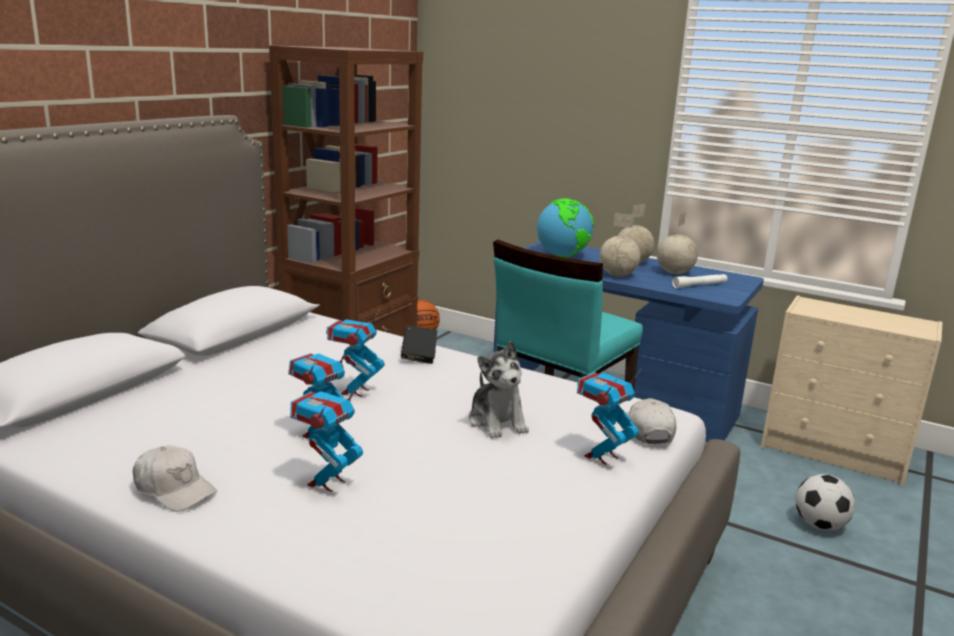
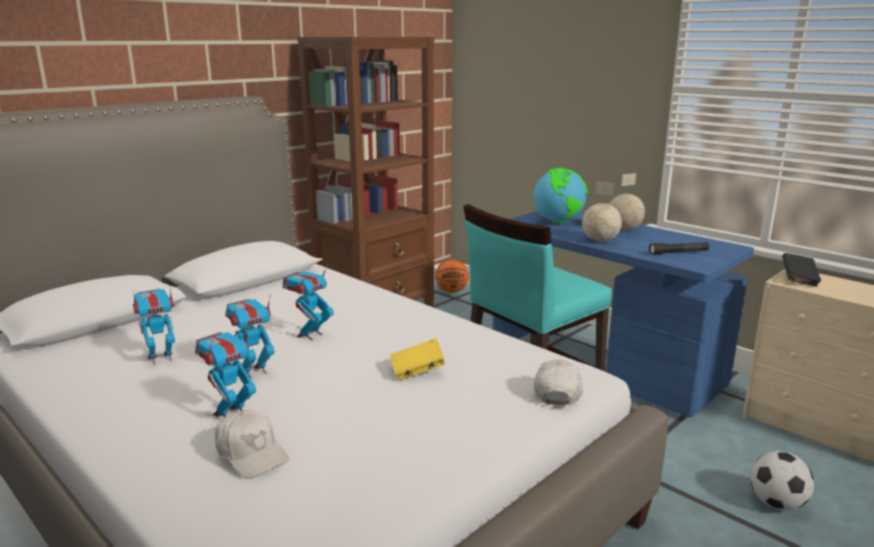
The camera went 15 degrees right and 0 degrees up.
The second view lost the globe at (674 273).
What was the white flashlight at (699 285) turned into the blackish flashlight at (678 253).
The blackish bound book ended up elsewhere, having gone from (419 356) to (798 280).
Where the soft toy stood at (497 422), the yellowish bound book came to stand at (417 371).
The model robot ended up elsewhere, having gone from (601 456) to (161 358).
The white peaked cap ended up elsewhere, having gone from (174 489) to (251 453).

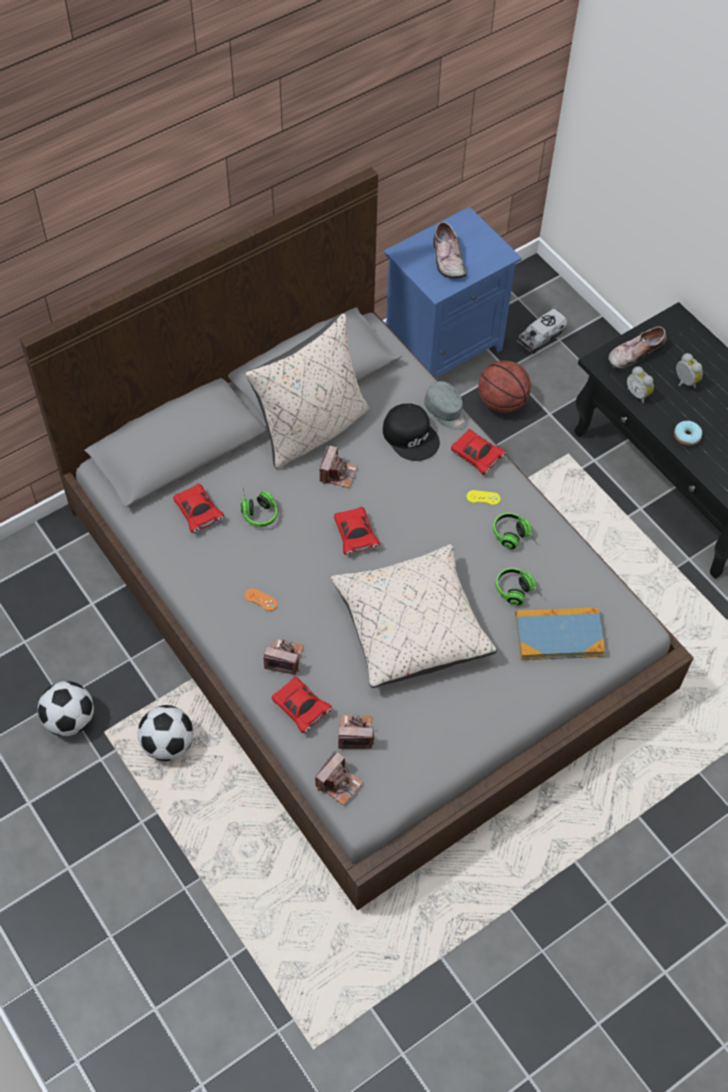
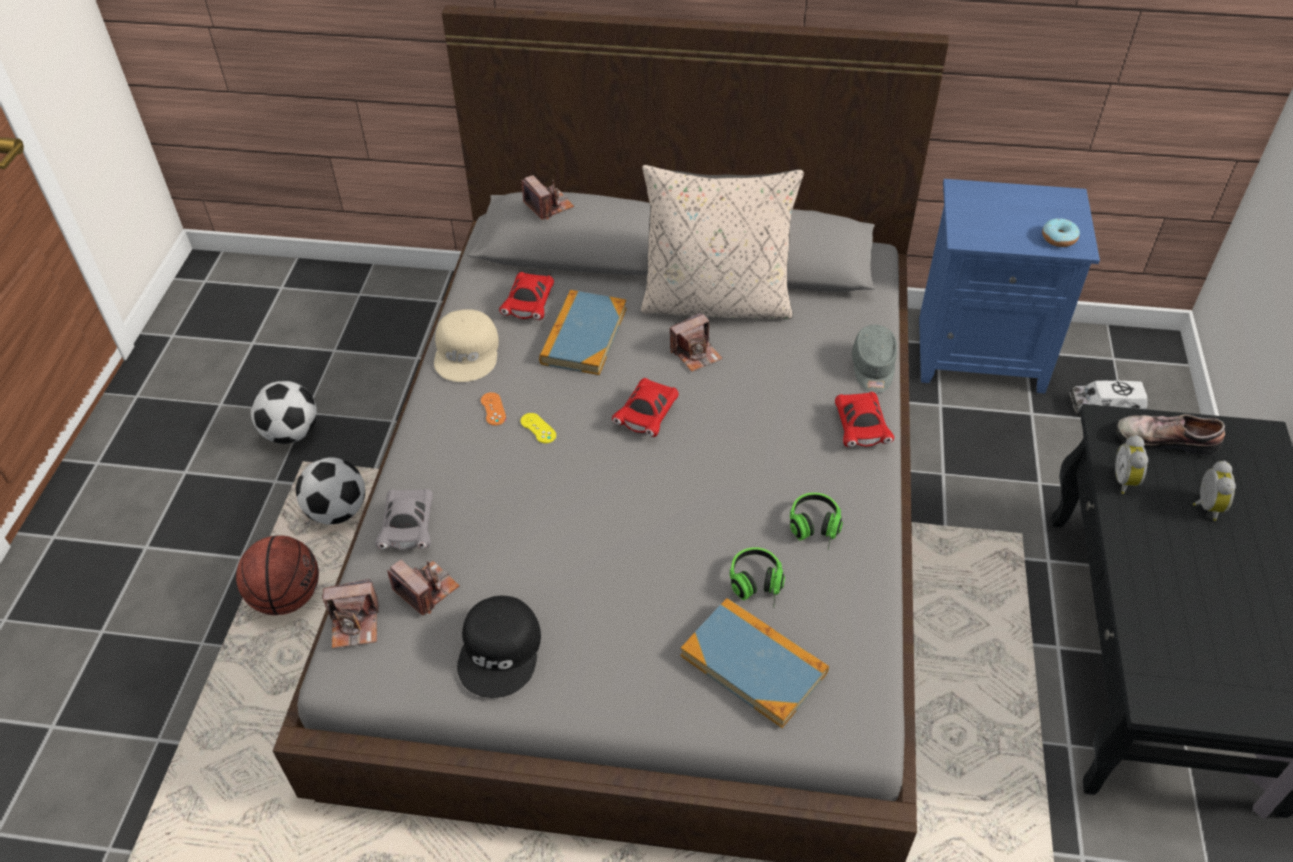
The camera went 45 degrees right and 10 degrees down.
The second view lost the shoe at (446 258).
The basketball ball ended up elsewhere, having gone from (501 402) to (287 596).
The blackish peaked cap ended up elsewhere, having gone from (411 435) to (501 651).
The ring doughnut ended up elsewhere, having gone from (687 436) to (1058 238).
Where the headset stood at (258 510), the bound book came to stand at (583 336).
The yellowish game controller ended up elsewhere, having gone from (483 498) to (538 428).
The second view lost the beige-coloured pillow at (411 627).
The photo camera ended up elsewhere, having gone from (284 658) to (548 206).
What was the reddish toy car at (301 708) turned into the greyish toy car at (408 527).
The second view gained the beige-coloured peaked cap at (468 352).

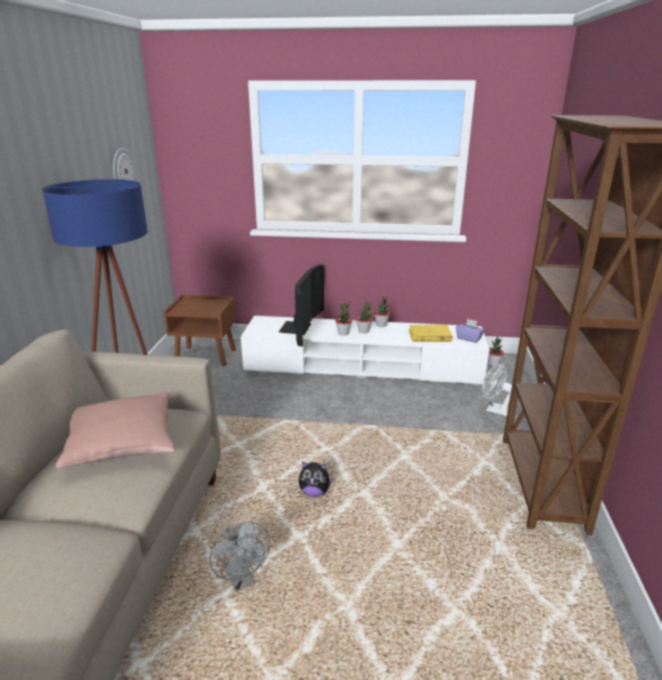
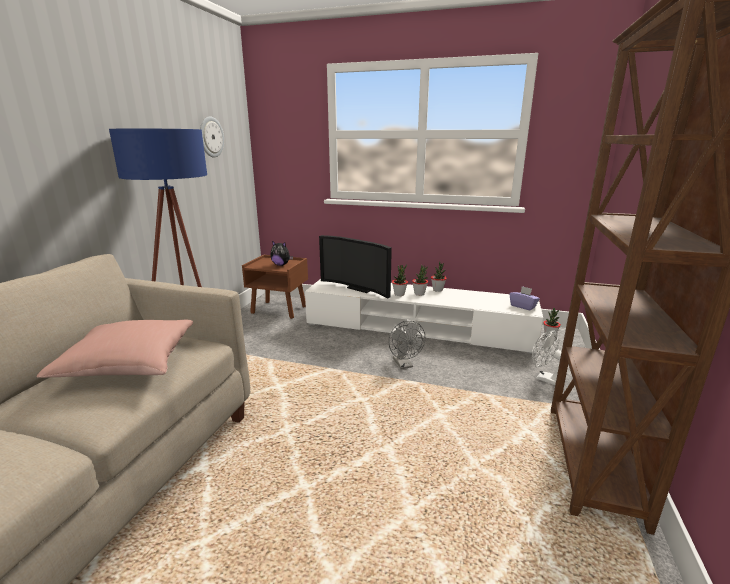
The camera went 10 degrees right and 5 degrees down.
The television at (300 328) ended up facing another way, 105 degrees clockwise from before.
The second view lost the yellowish bound book at (429 336).
The soft toy ended up elsewhere, having gone from (314 492) to (281 265).
The greyish cooling fan ended up elsewhere, having gone from (242 580) to (404 365).

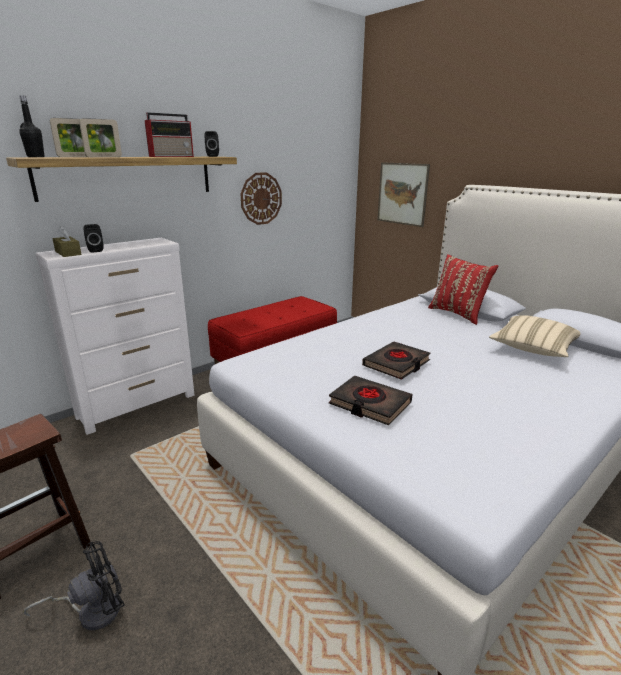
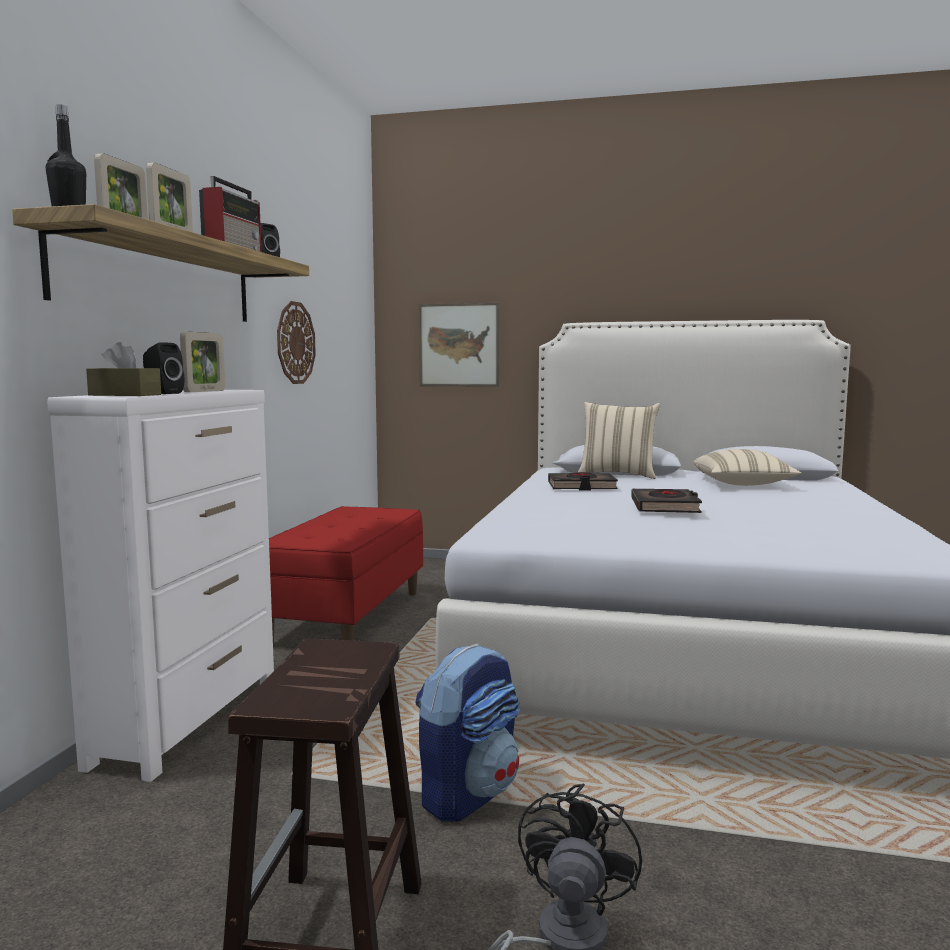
The camera went 35 degrees left and 15 degrees down.
What was the reddish pillow at (458 314) turned into the beige-coloured pillow at (617 475).
The blackish bound book ended up elsewhere, having gone from (369 404) to (581 487).
The second view gained the photo frame at (204 391).
The second view gained the rucksack at (468 794).

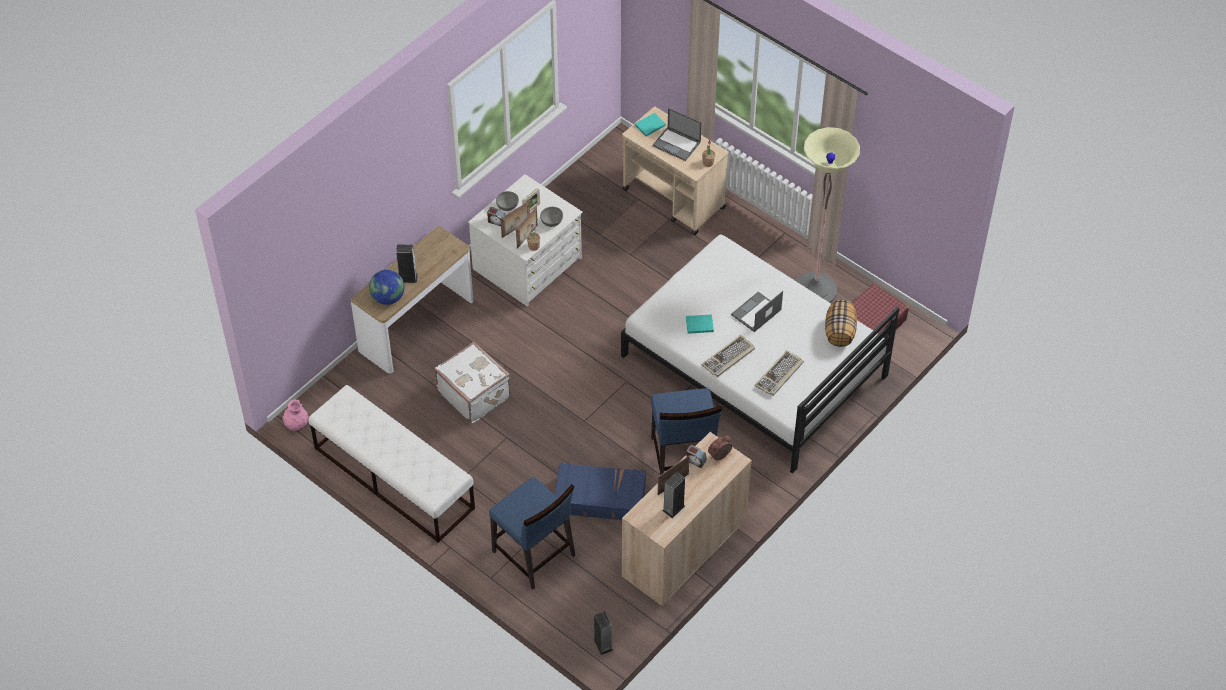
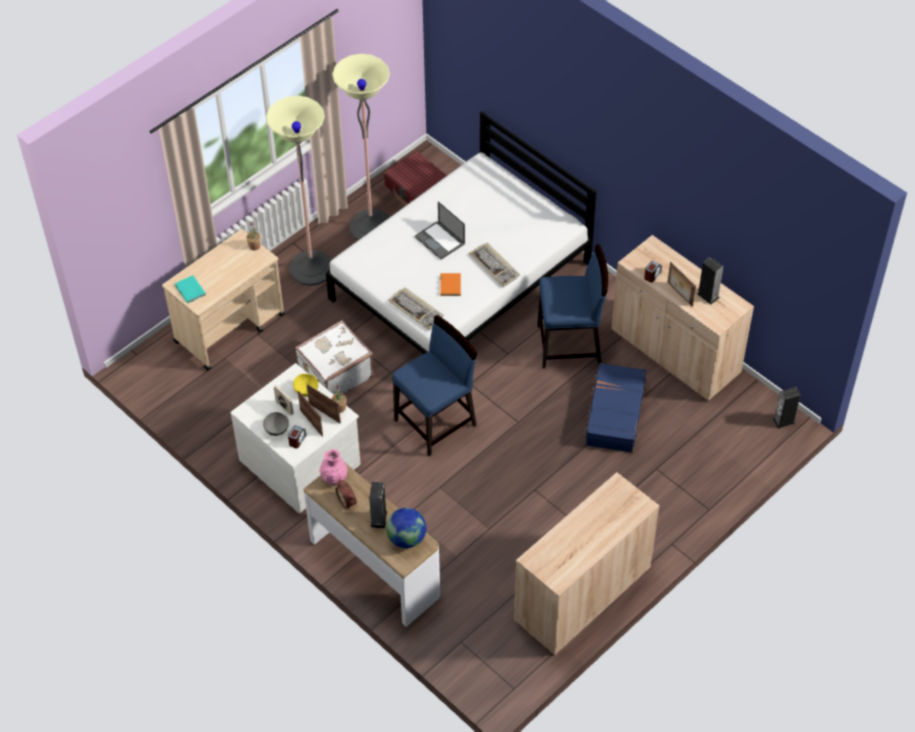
The camera went 85 degrees left and 0 degrees up.
The second view lost the portable computer at (677 144).
What was the greyish bowl at (552 222) turned into the yellowish bowl at (306 390).
The second view lost the pillow at (840 332).
What was the turquoise bound book at (698 324) turned into the orangey bound book at (450 286).
The white piece of luggage ended up elsewhere, having gone from (474 394) to (334 374).
The computer keyboard ended up elsewhere, having gone from (779 375) to (417 310).
Where the white indoor bench stood at (393 478), the beige-coloured storage cabinet came to stand at (582 594).
The pink-coloured vase ended up elsewhere, having gone from (297 425) to (334 478).
The table clock ended up elsewhere, having gone from (720 456) to (348 501).
The bluish chair ended up elsewhere, having gone from (533 554) to (436 422).
The second view gained the floor lamp at (311 268).

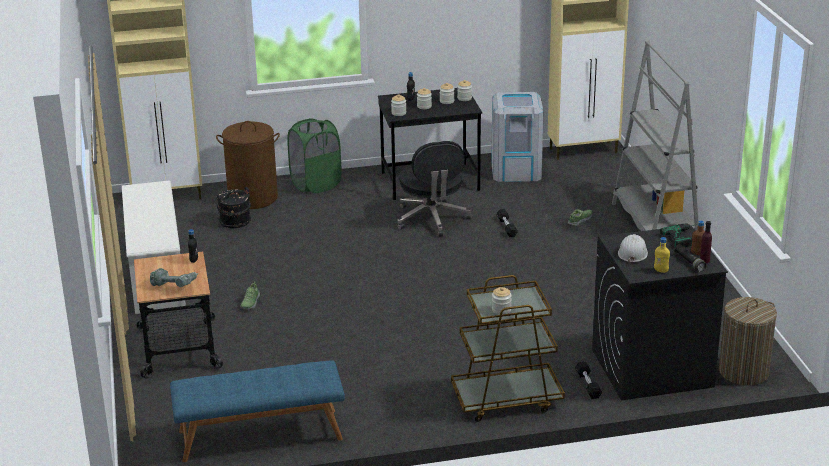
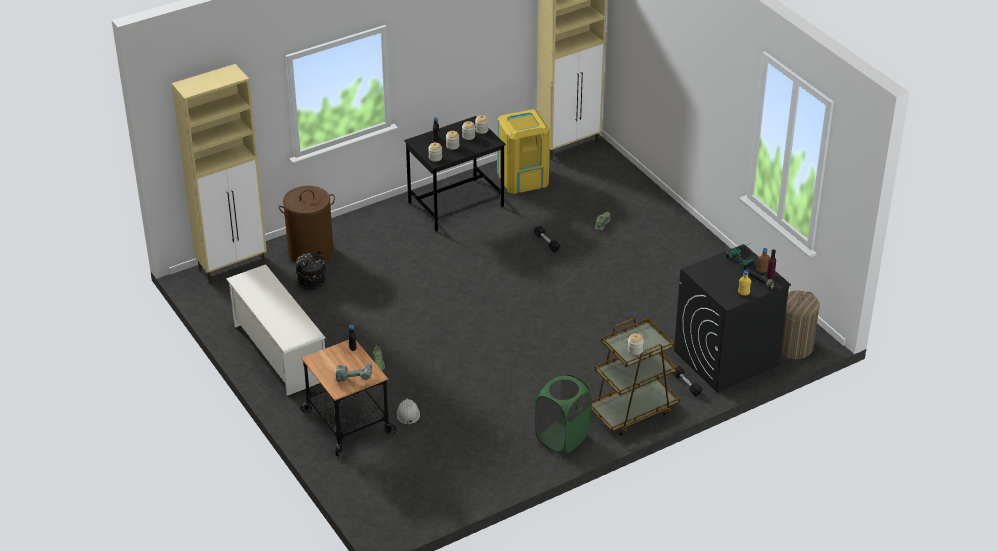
The camera went 20 degrees left and 10 degrees up.
The second view lost the greyish bookcase at (654 225).
What was the greyish waste bin at (516 170) turned into the yellowish waste bin at (522 178).
The green-coloured laundry basket ended up elsewhere, having gone from (316 184) to (562 438).
The second view lost the blackish office chair at (432 219).
The white hard hat ended up elsewhere, having gone from (632 253) to (408 413).
The second view lost the bluish indoor bench at (260 436).

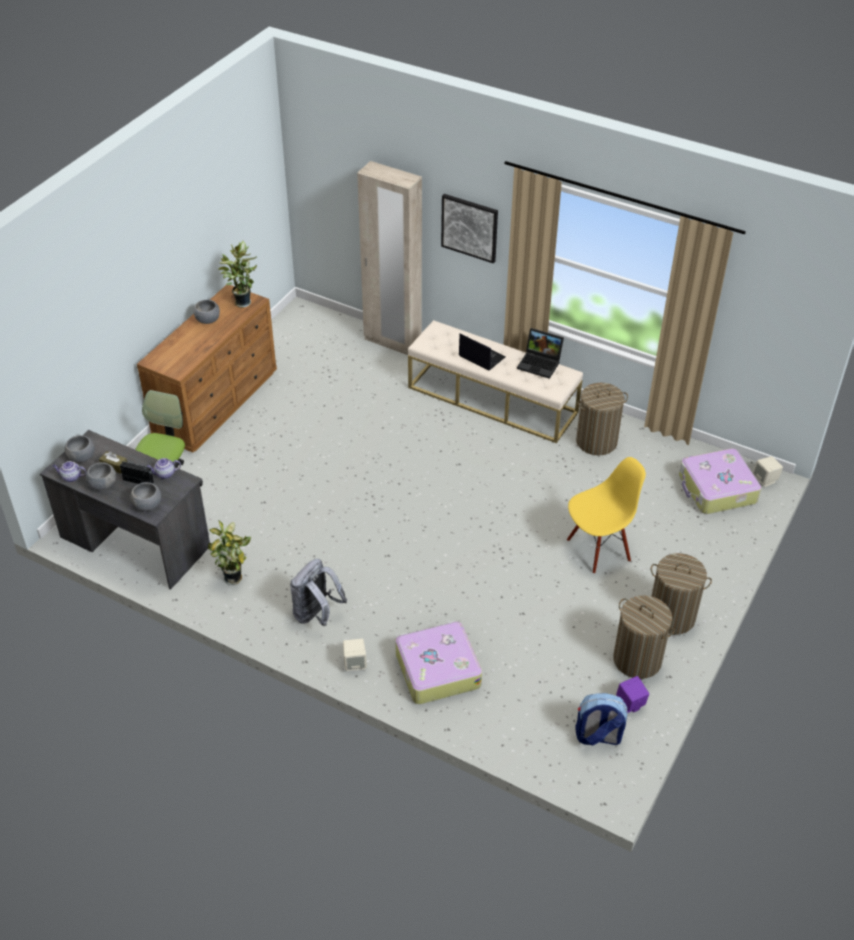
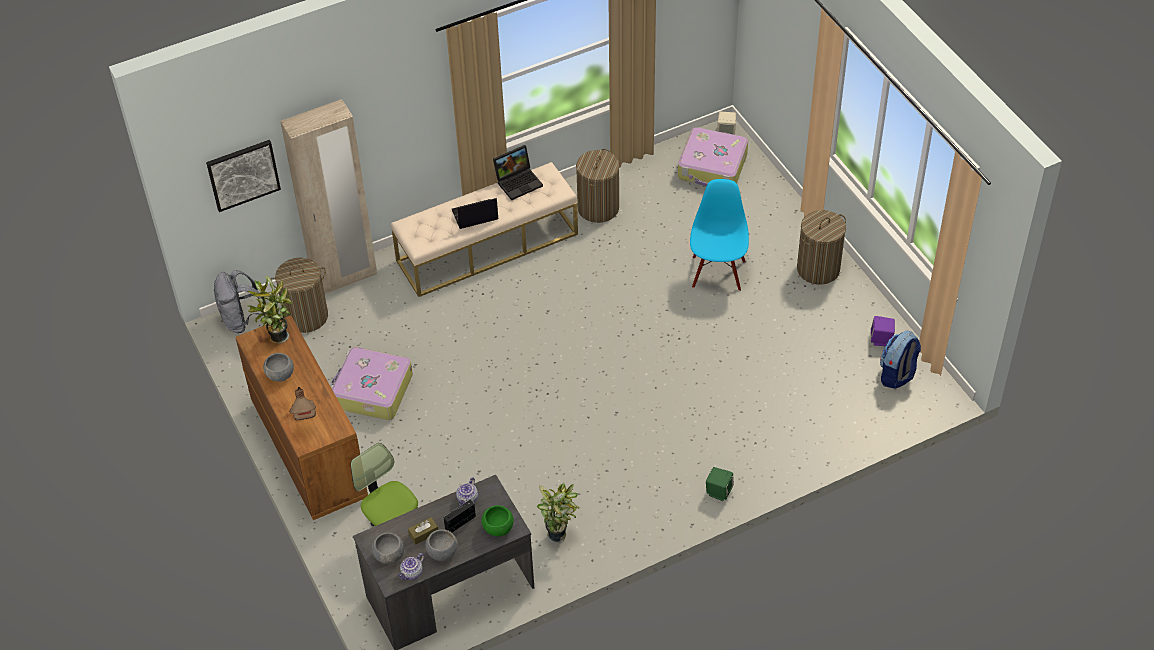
The camera went 55 degrees left and 5 degrees up.
The wall picture ended up elsewhere, having gone from (469 227) to (243 174).
What was the yellowish chair at (598 549) turned into the bluish chair at (717 273).
What was the greyish bowl at (147 504) turned into the green-coloured bowl at (498 527).
The greyish rucksack ended up elsewhere, having gone from (316 614) to (242 320).
The laundry basket ended up elsewhere, having gone from (637 659) to (306 316).
The piece of luggage ended up elsewhere, having gone from (437 669) to (372 391).
What was the beige-coloured speaker at (355 663) turned into the green-coloured speaker at (719 491).
The second view gained the tabletop lamp at (306 421).

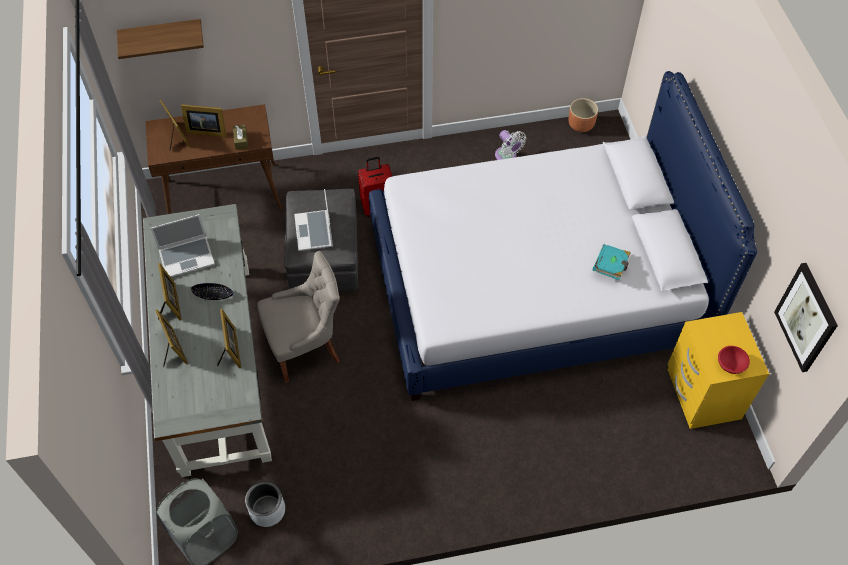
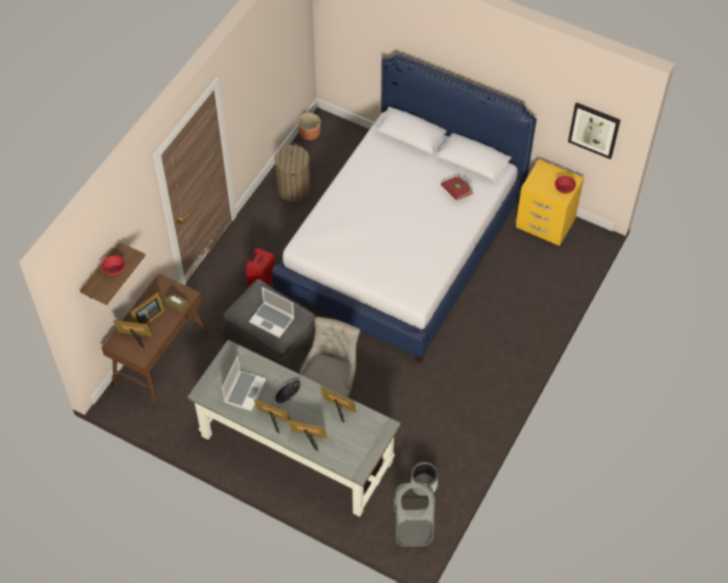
The camera went 50 degrees left and 0 degrees up.
Where the white cooling fan stood at (507 156), the laundry basket came to stand at (294 189).
What was the turquoise bound book at (611 267) turned into the reddish bound book at (457 191).
The second view gained the reddish bowl at (114 269).

